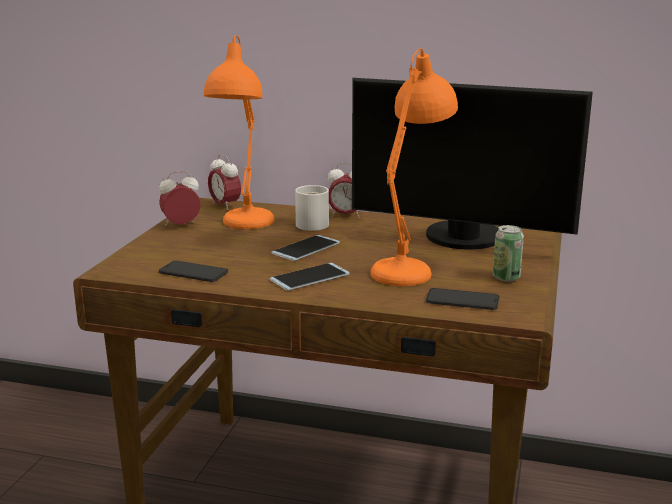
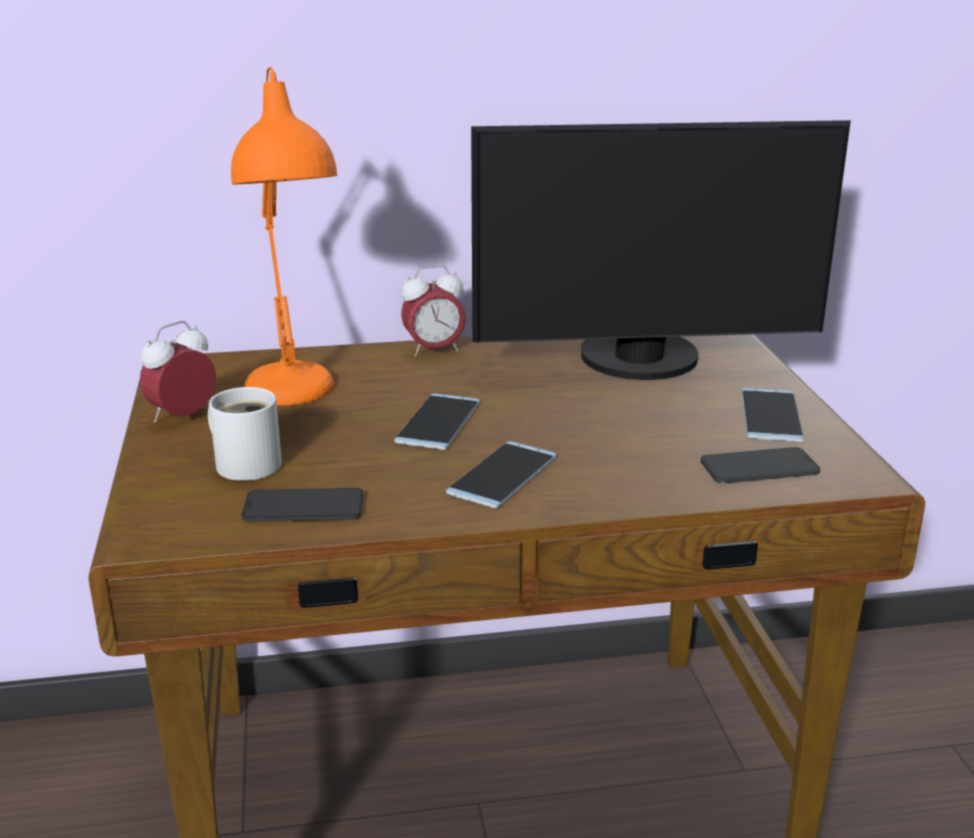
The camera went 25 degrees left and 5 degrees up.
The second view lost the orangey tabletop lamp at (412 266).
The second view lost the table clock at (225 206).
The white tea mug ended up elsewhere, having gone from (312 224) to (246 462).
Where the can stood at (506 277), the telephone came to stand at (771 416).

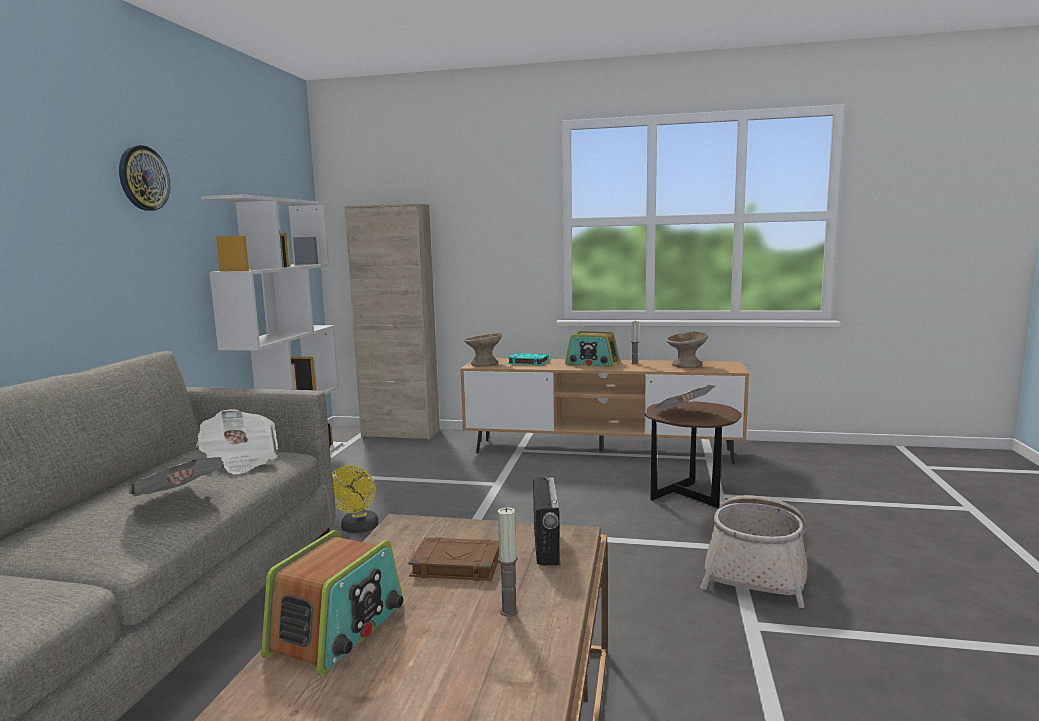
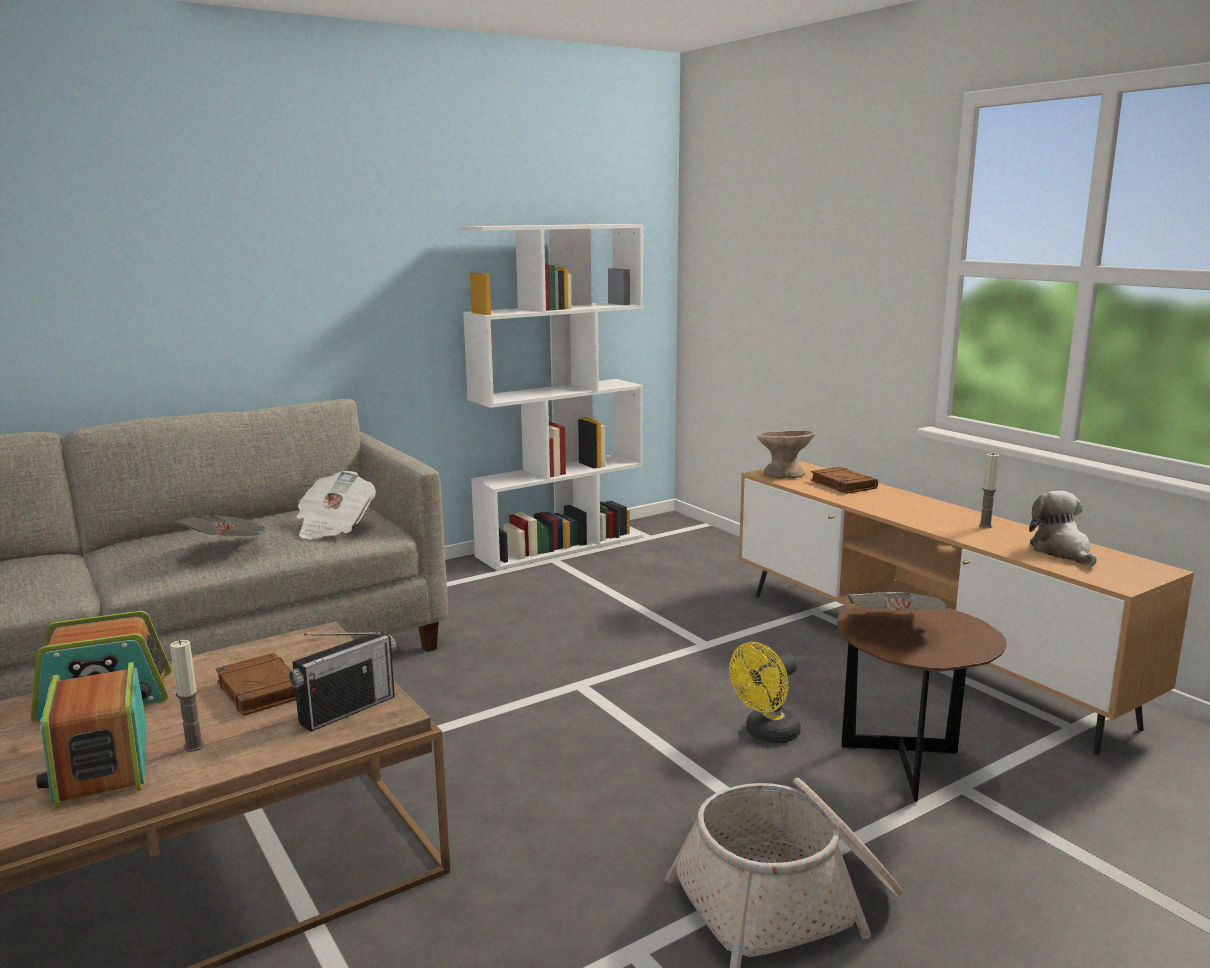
The camera went 45 degrees right and 5 degrees up.
The second view lost the hanging clock at (143 178).
The second view lost the beige-coloured storage cabinet at (400 433).
The radio receiver ended up elsewhere, having gone from (592 363) to (101 765).
Where the beige-coloured bowl stood at (686 365), the soft toy came to stand at (1062 552).
What was the turquoise bound book at (527 362) turned into the brownish bound book at (842 484).
The yellowish cooling fan ended up elsewhere, having gone from (358 529) to (766 734).

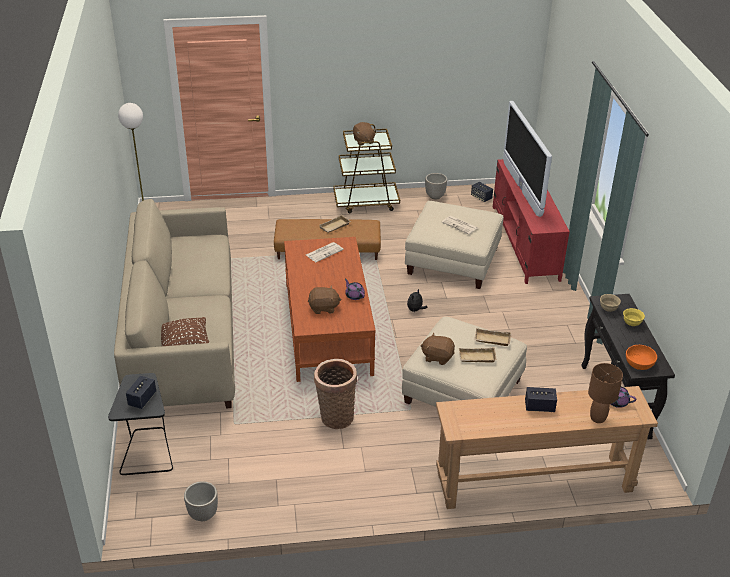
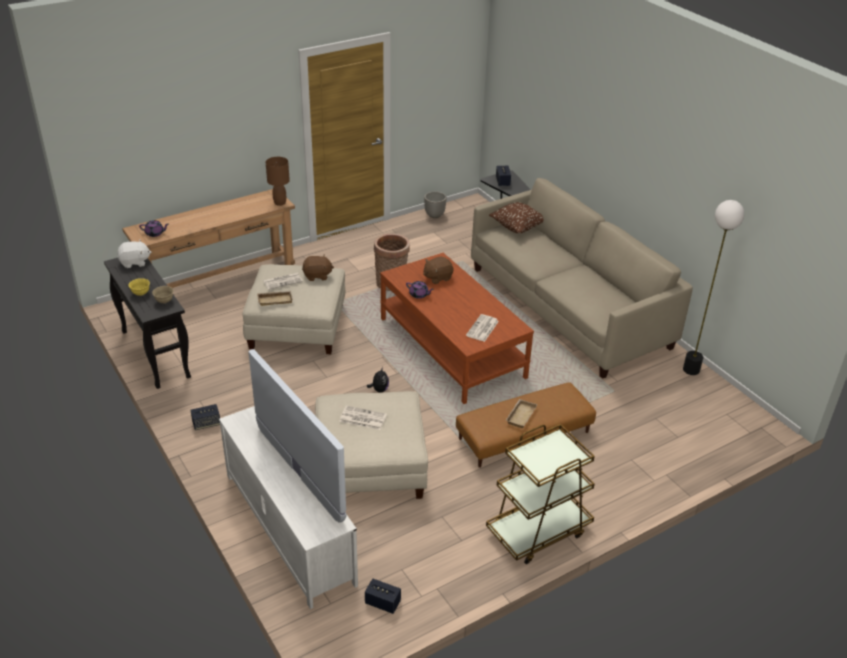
The camera went 155 degrees right and 0 degrees up.
The second view lost the brownish soft toy at (363 141).
What was the reddish tv stand at (525 242) turned into the white tv stand at (288 527).
The second view lost the flower pot at (435 196).
Where the orangey bowl stood at (639 363), the white soft toy came to stand at (135 262).
Where the beige-coloured serving tray stood at (476 358), the printed paper came to stand at (283 281).
The brownish tabletop lamp ended up elsewhere, having gone from (597 418) to (280 202).
The speaker ended up elsewhere, having gone from (539 407) to (206 424).

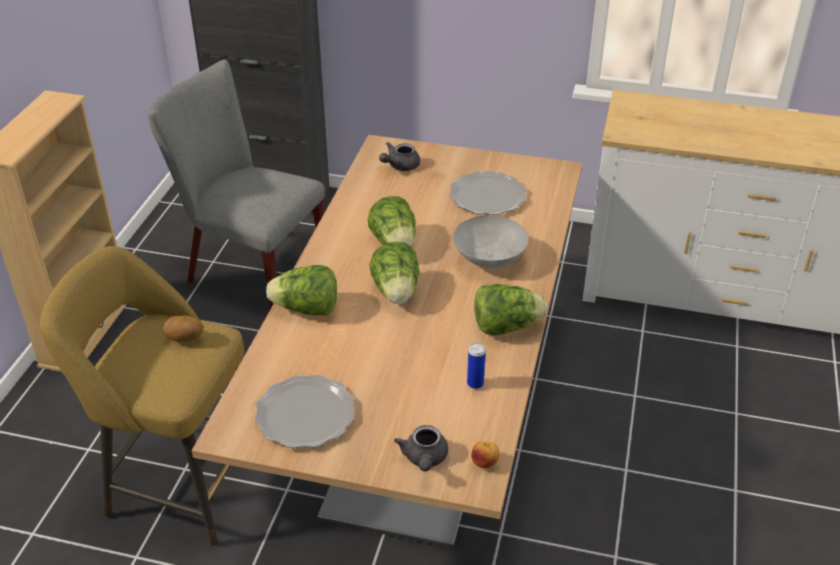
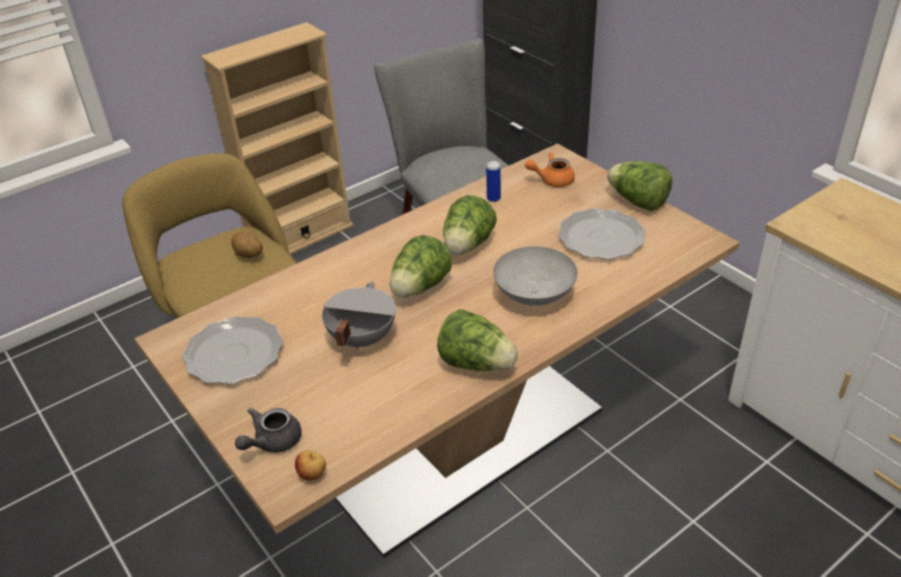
The camera went 40 degrees right and 0 degrees up.
What was the greyish tea pot at (400 166) turned into the orangey tea pot at (552 180).
The lettuce head ended up elsewhere, having gone from (306 309) to (638 202).
The can ended up elsewhere, having gone from (475 384) to (493 199).
The second view gained the greyish stockpot at (360 338).

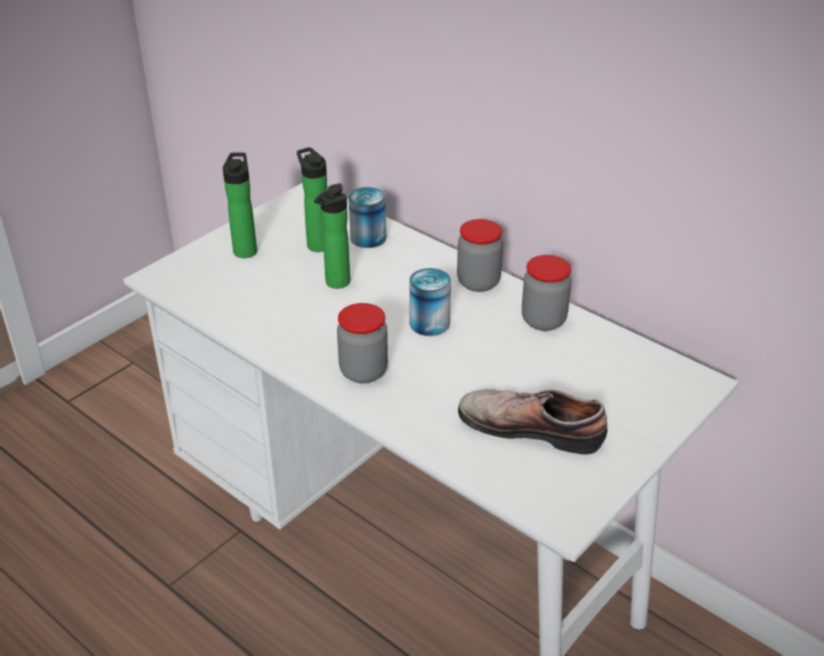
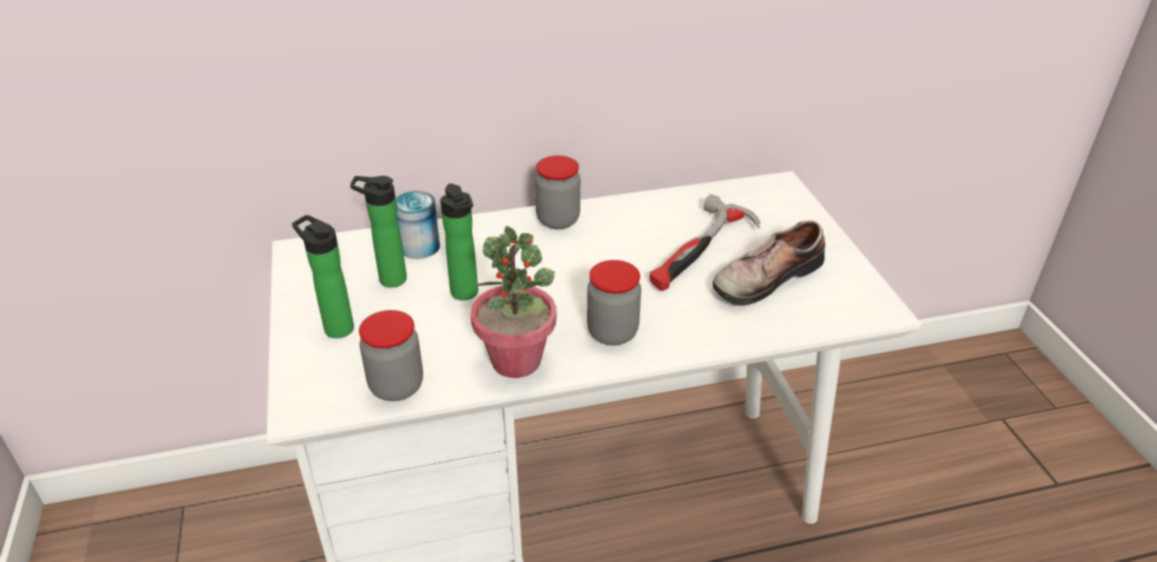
The camera went 55 degrees left and 0 degrees up.
The storage jar ended up elsewhere, having gone from (543 320) to (396 386).
The second view lost the can at (429 323).
The second view gained the hammer at (701 252).
The second view gained the plant in a pot at (517 360).

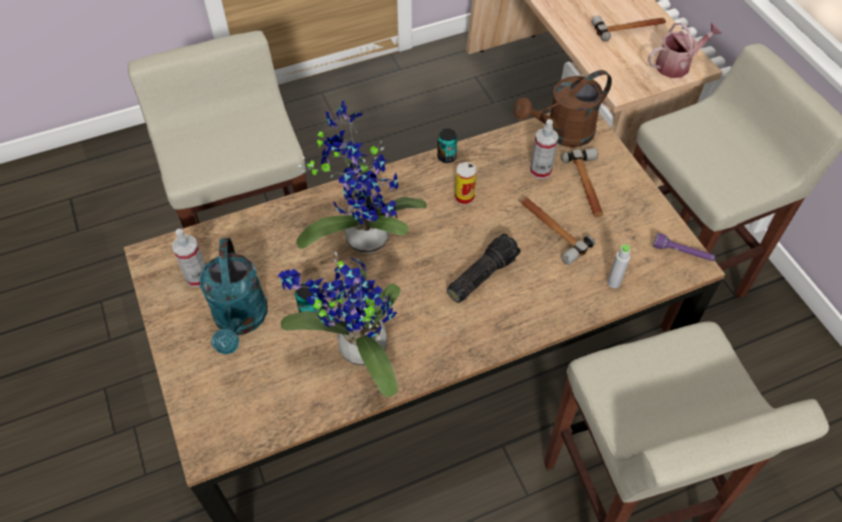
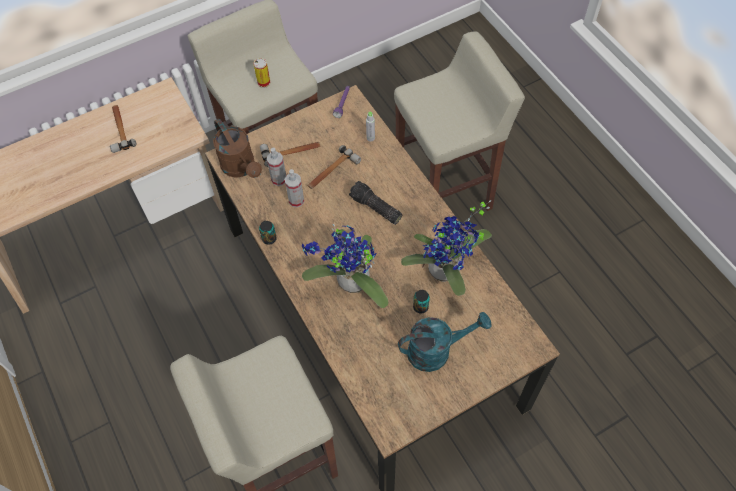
The camera went 95 degrees left and 5 degrees up.
The second view lost the sprinkling can at (677 65).
The can ended up elsewhere, having gone from (464 197) to (264 82).
The spray bottle ended up elsewhere, having gone from (197 277) to (296 200).

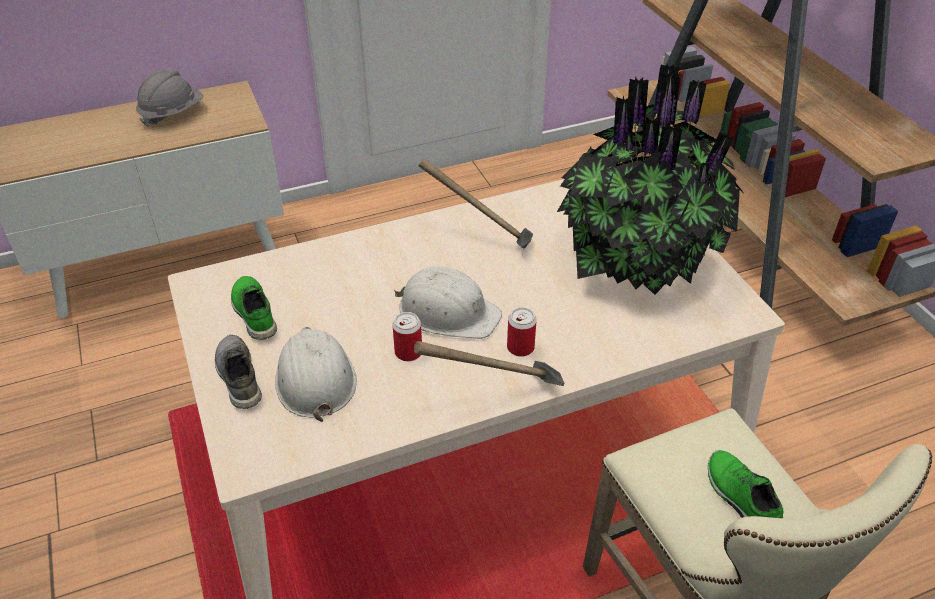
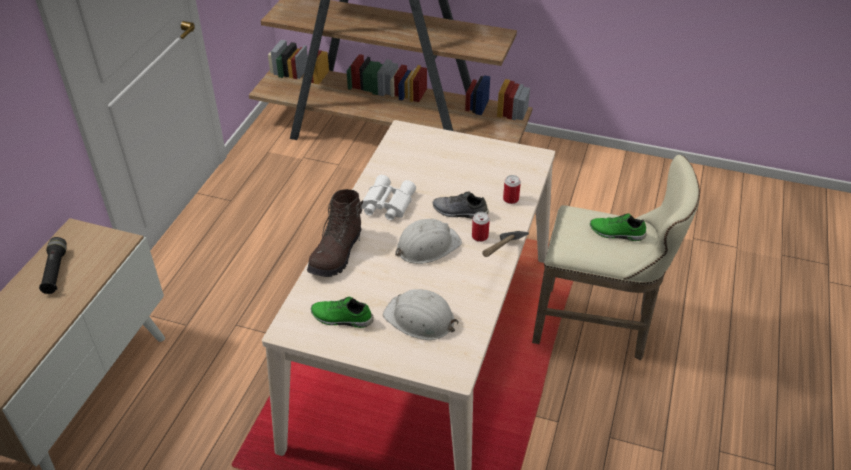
The camera went 50 degrees left and 0 degrees up.
The second view lost the plant in a pot at (638 257).
Where the greyish hard hat stood at (172 114), the blackish flashlight came to stand at (55 271).
Where the hammer stood at (480 239), the white pair of binoculars came to stand at (386 204).
The can ended up elsewhere, having gone from (408 352) to (511 199).
The greyish shoe ended up elsewhere, having gone from (237 377) to (459 212).
The second view gained the brownish tall boot at (337 253).

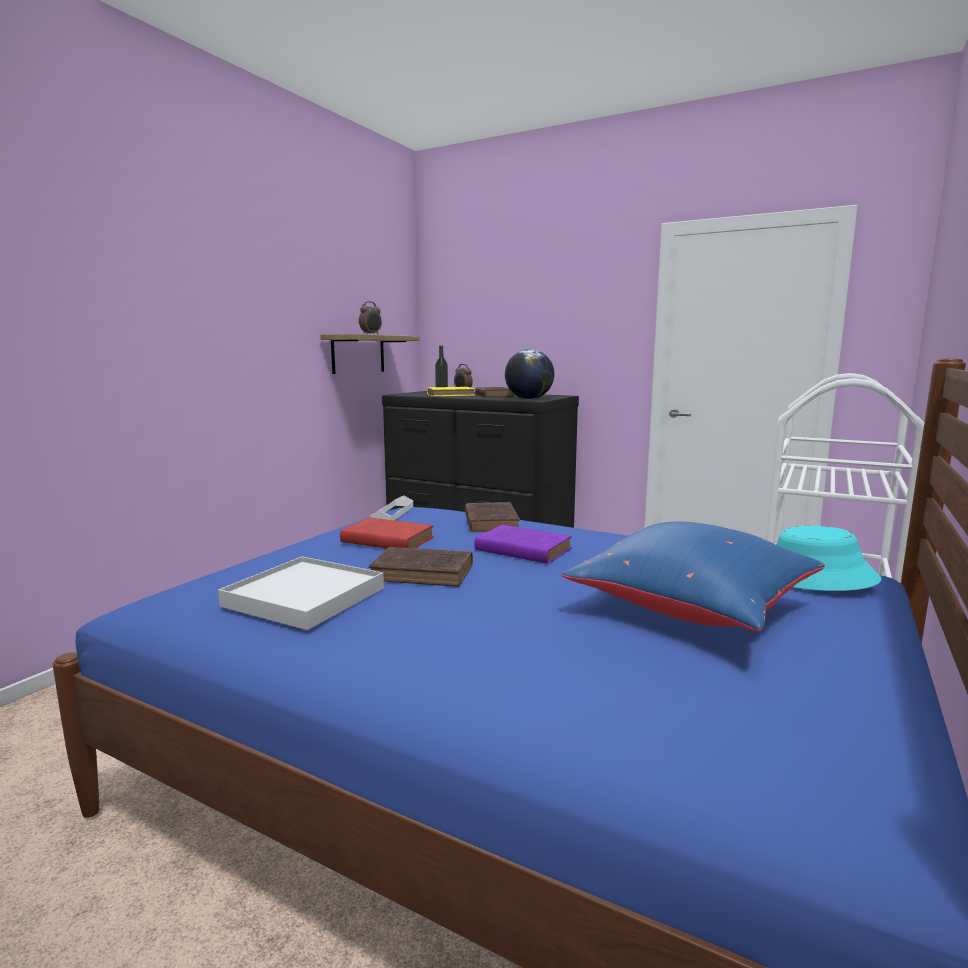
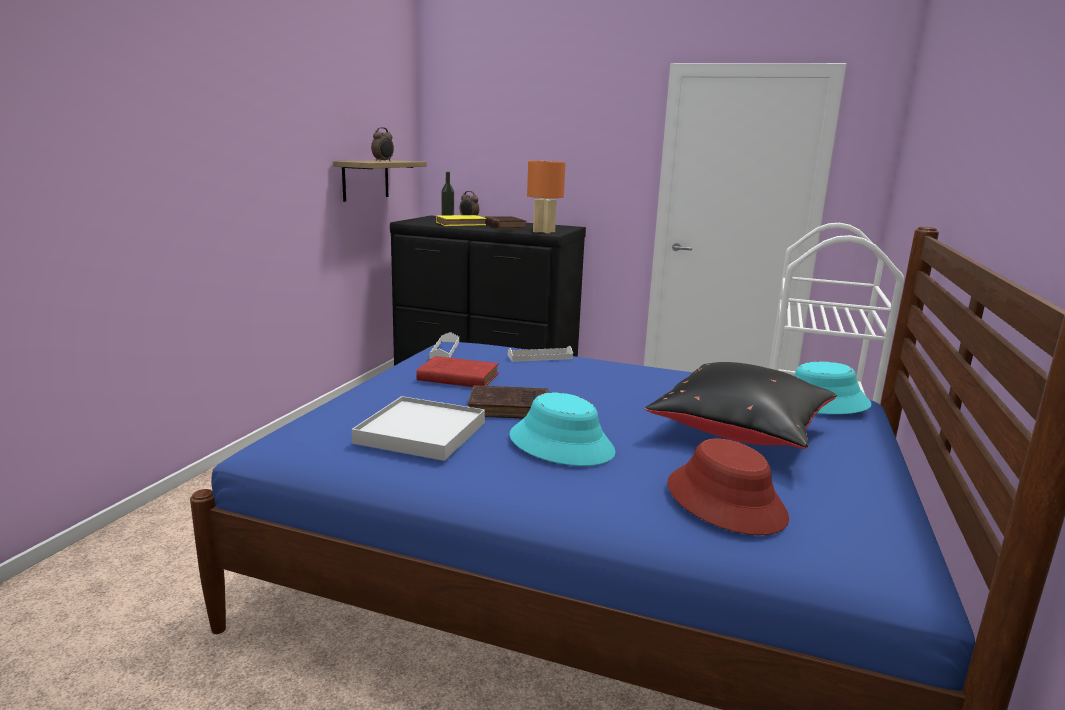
The camera went 10 degrees left and 5 degrees up.
Where the globe stood at (528 399), the orangey tabletop lamp came to stand at (543 232).
Where the brownish bound book stood at (491 521), the white serving tray came to stand at (540 357).
What was the bluish pillow at (695 609) turned into the blackish pillow at (741 432).
The second view lost the purplish bound book at (521 549).
The second view gained the turquoise clothing hat at (561 444).
The second view gained the reddish clothing hat at (725 501).

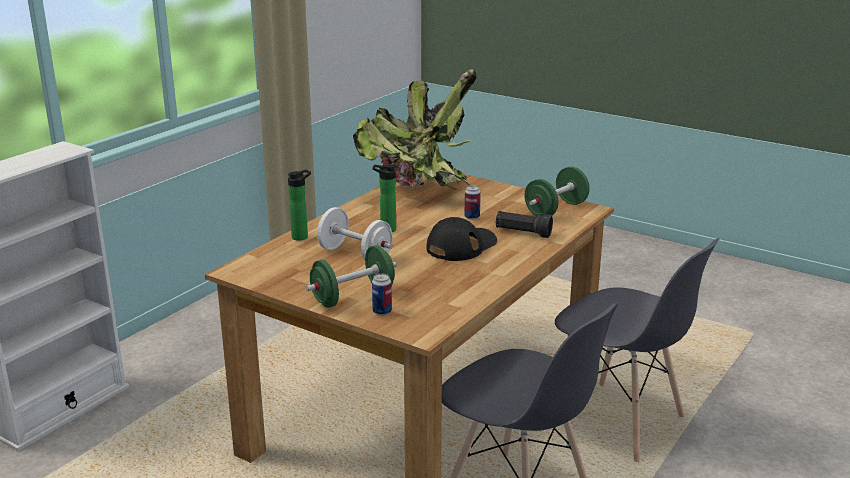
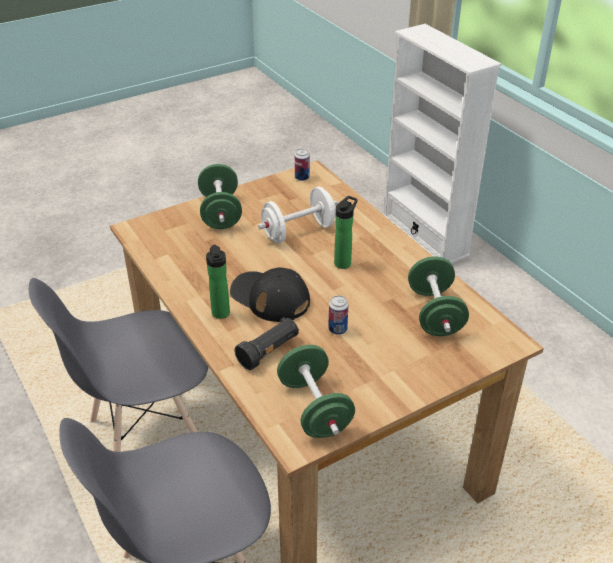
The camera went 115 degrees right and 15 degrees up.
Where the plant in a pot stood at (419 193), the green-coloured hand weight came to stand at (435 313).
The bottle ended up elsewhere, having gone from (302 236) to (221 315).
The blackish peaked cap at (461 246) ended up facing another way, 150 degrees clockwise from before.
The can ended up elsewhere, having gone from (382 312) to (302 178).

